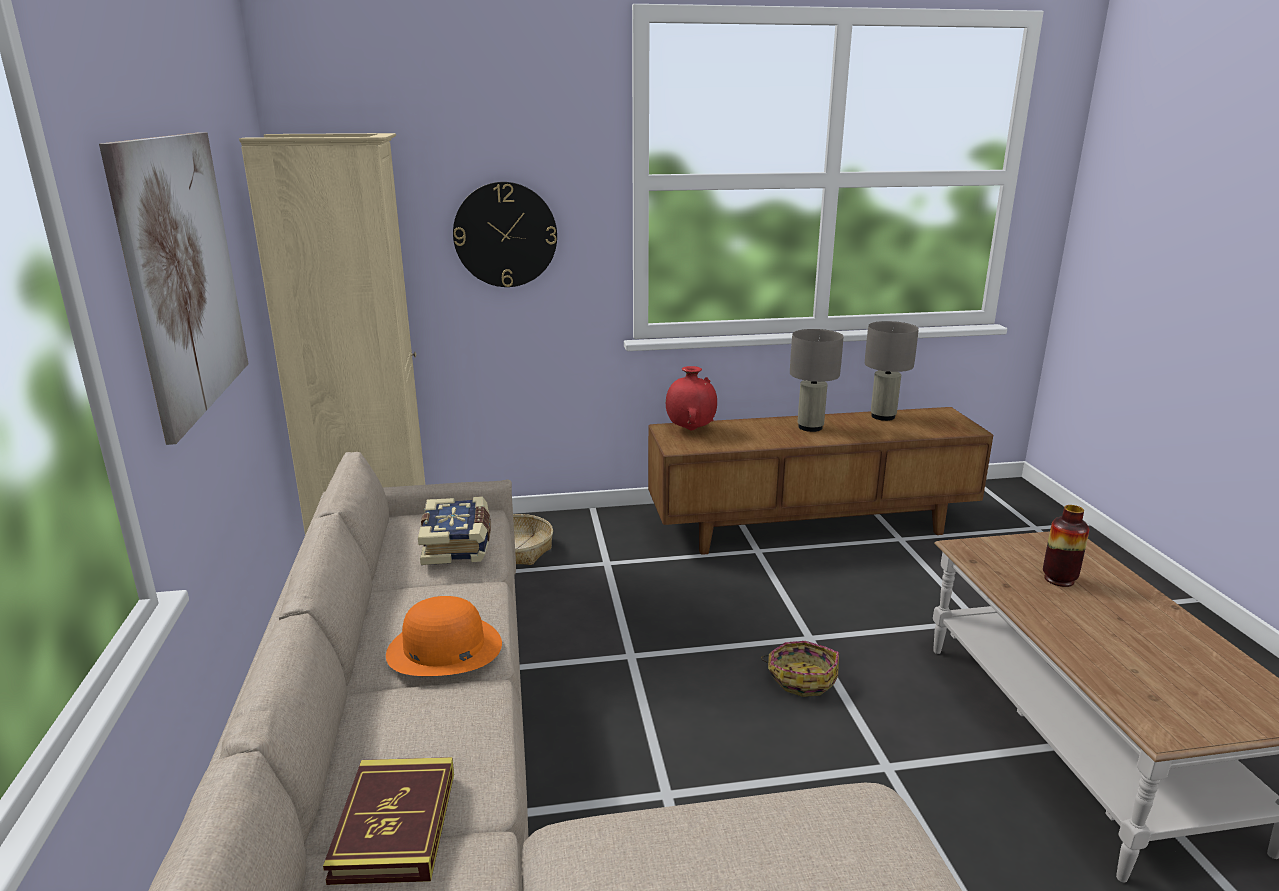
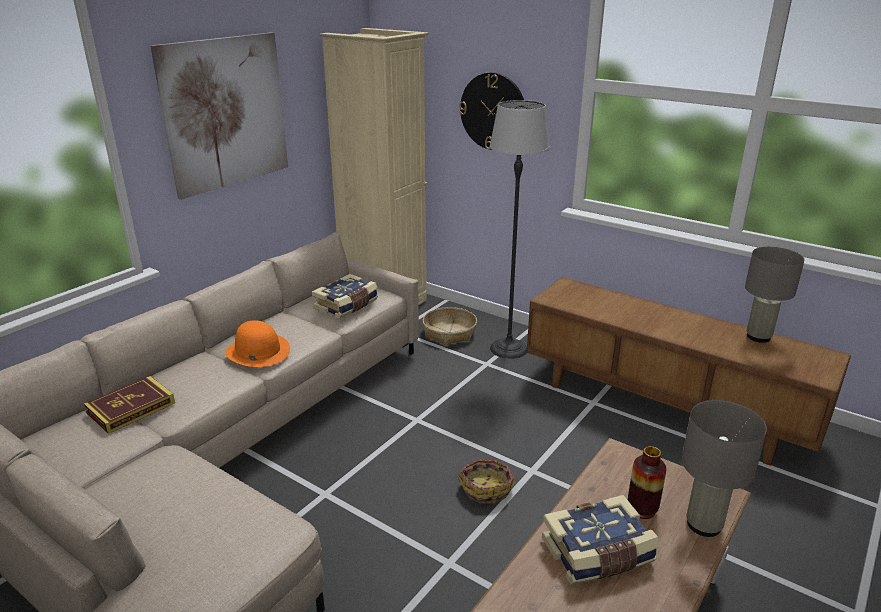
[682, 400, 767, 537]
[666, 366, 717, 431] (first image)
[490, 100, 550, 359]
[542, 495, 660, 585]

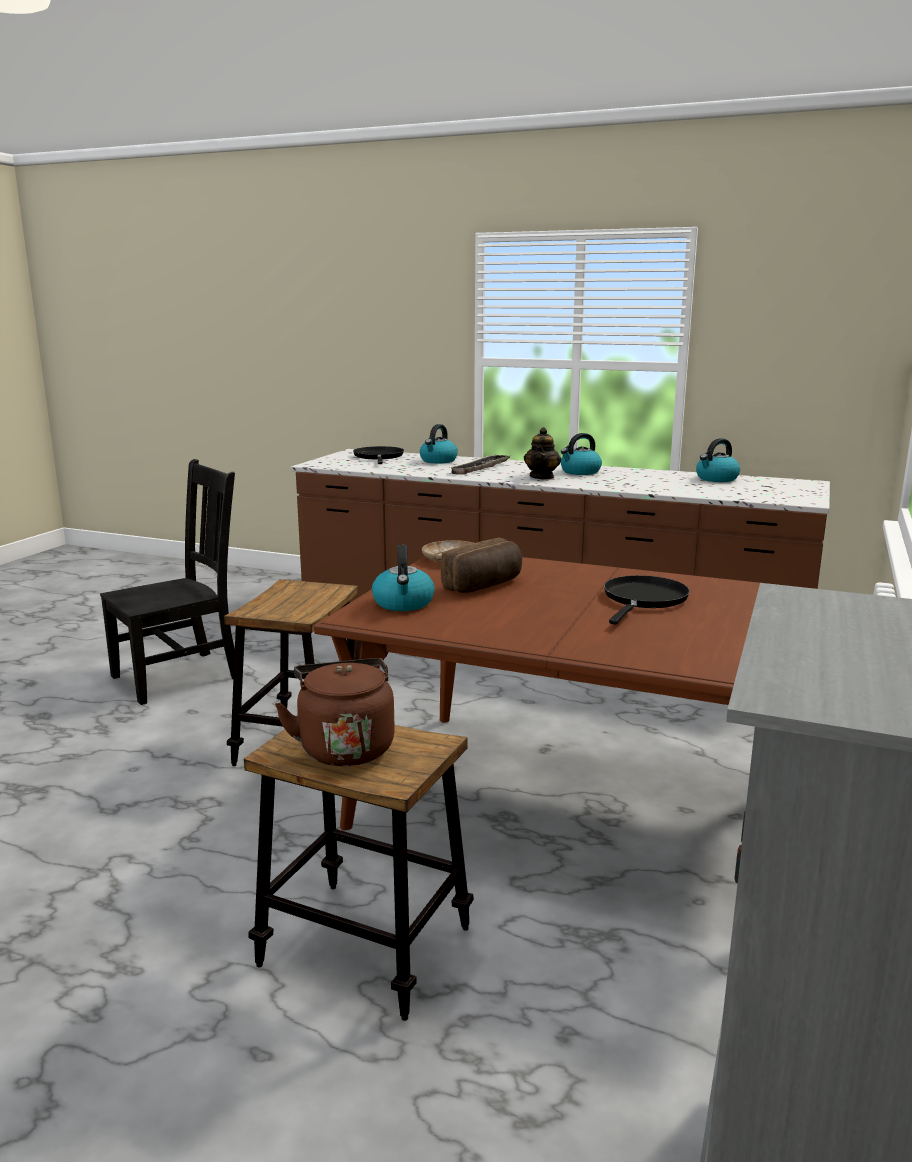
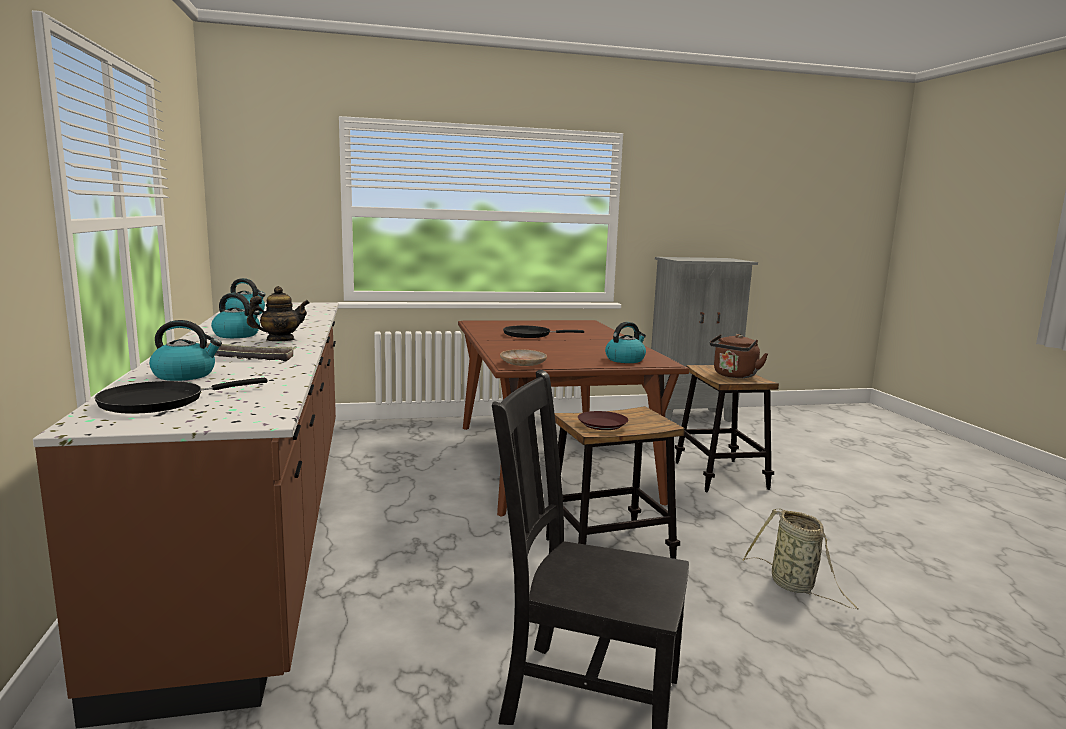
[441, 537, 522, 593] (first image)
[578, 411, 628, 430]
[742, 508, 859, 609]

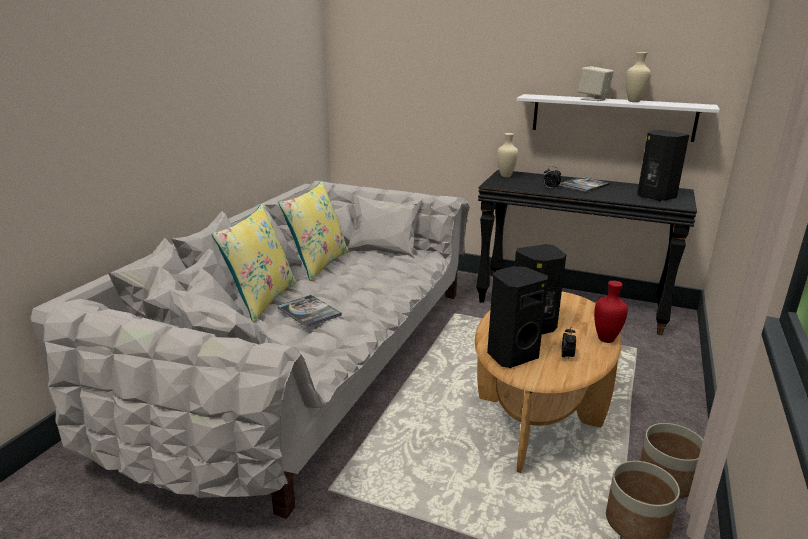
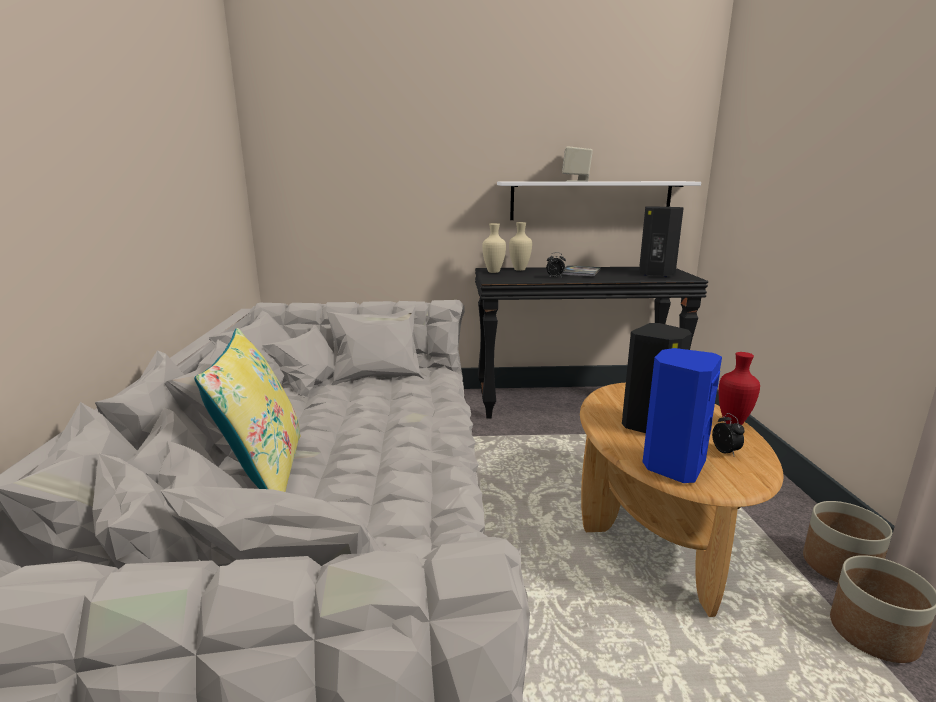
[509, 222, 532, 271]
[279, 181, 349, 281] (first image)
[643, 348, 722, 483]
[278, 295, 342, 328] (first image)

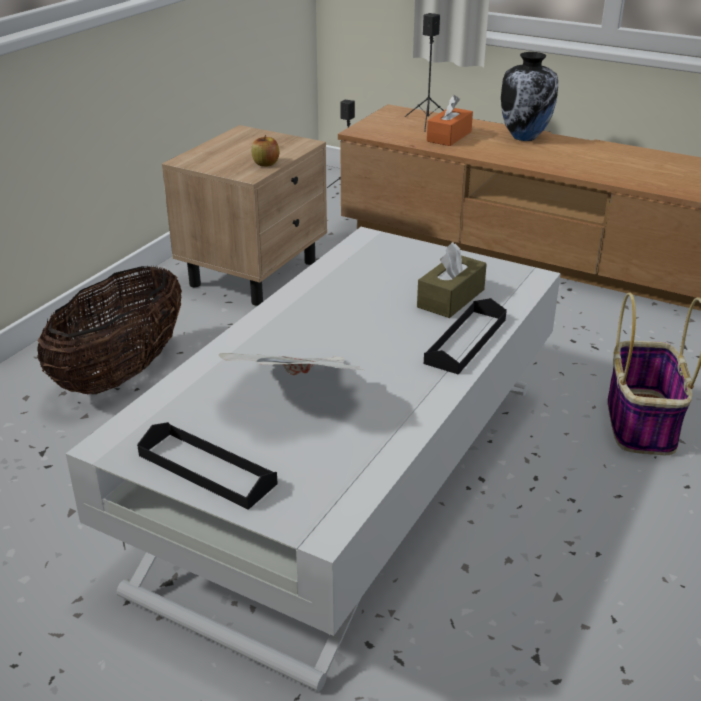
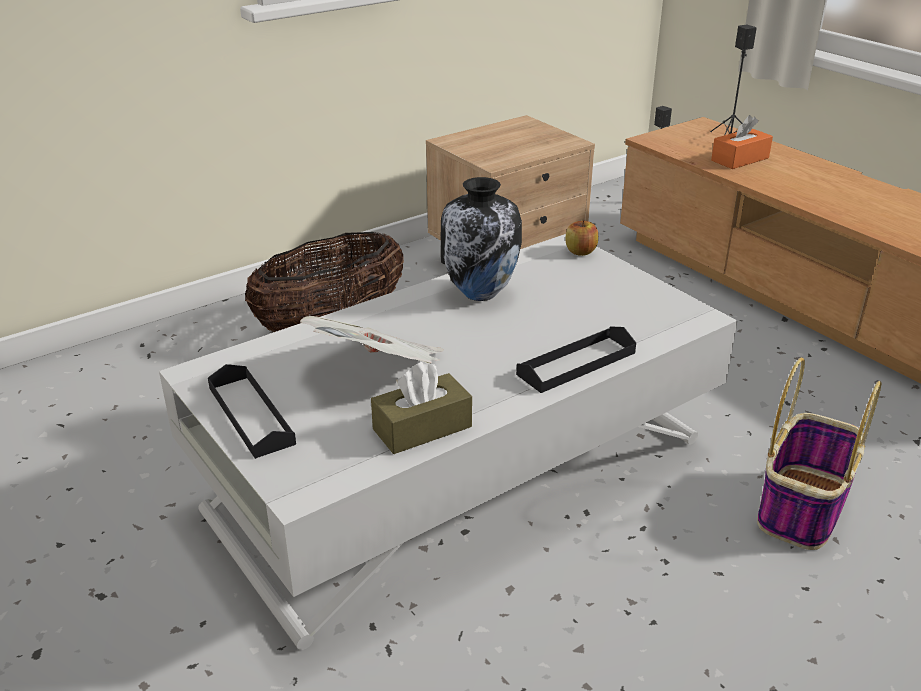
[440, 177, 522, 301]
[565, 220, 598, 256]
[371, 362, 472, 454]

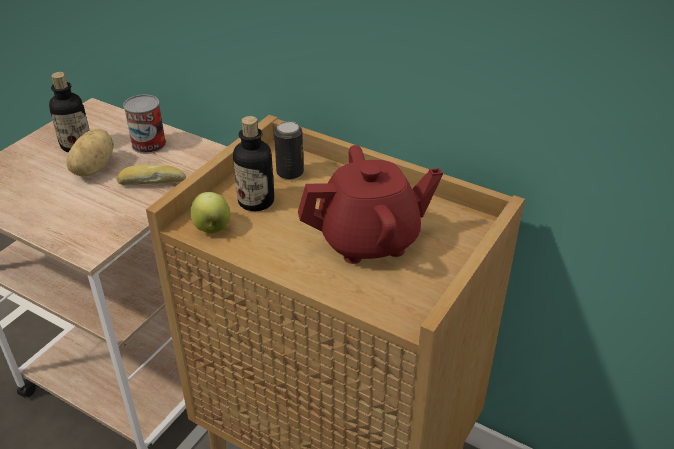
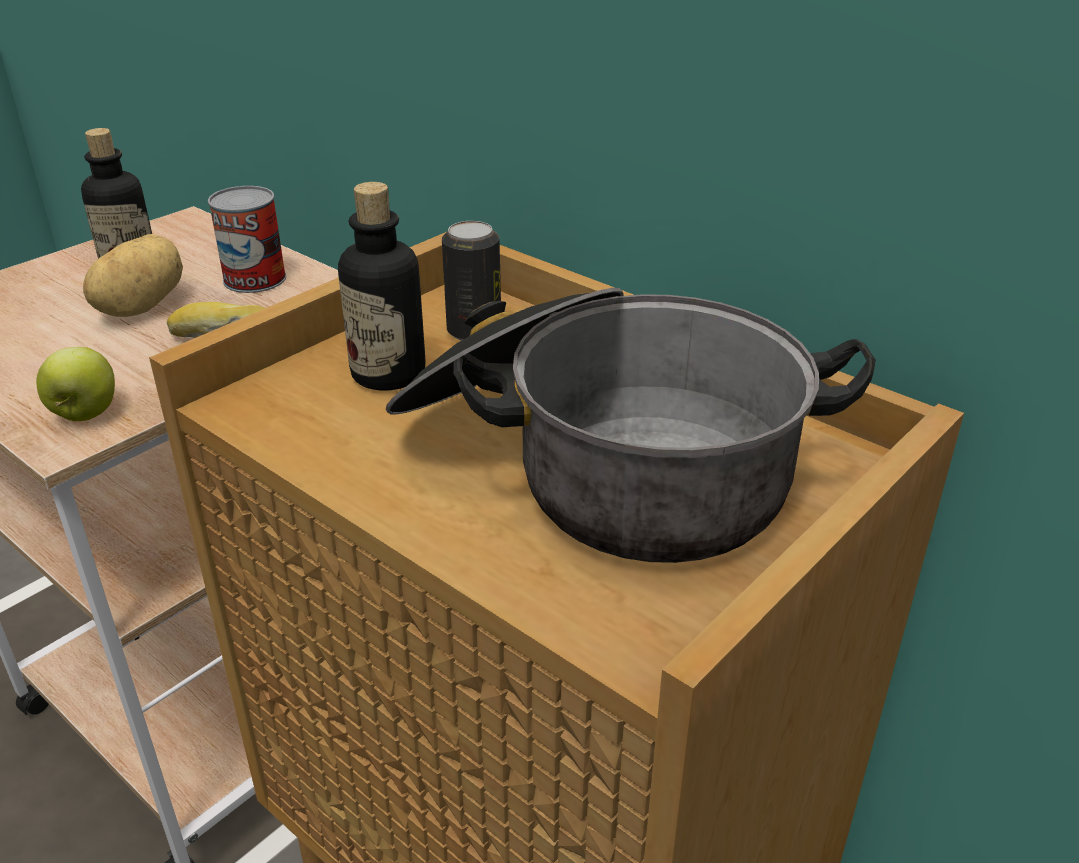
[386, 288, 876, 563]
[36, 347, 115, 421]

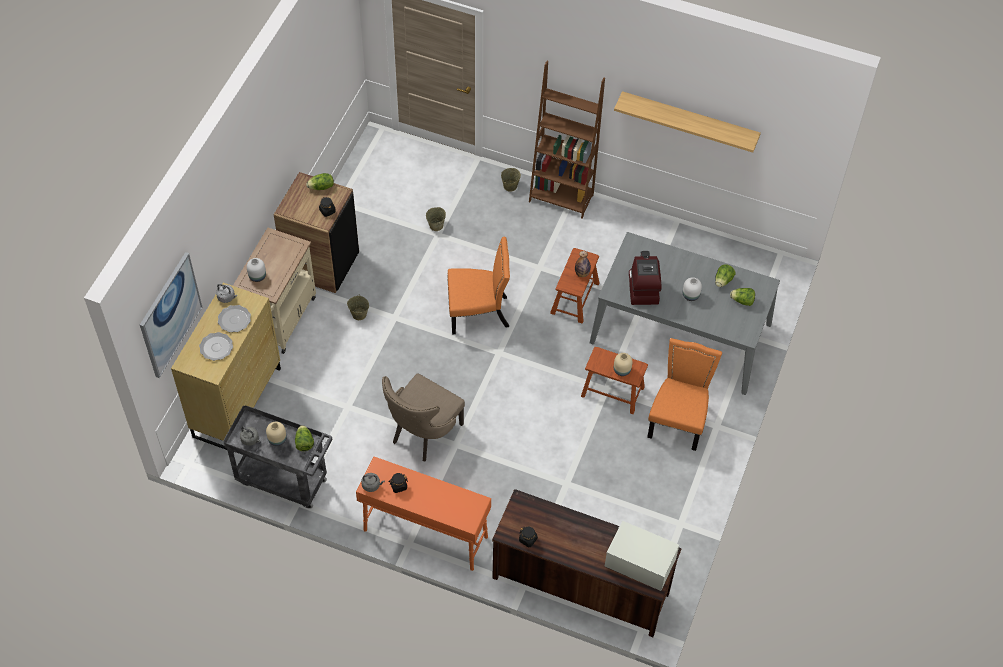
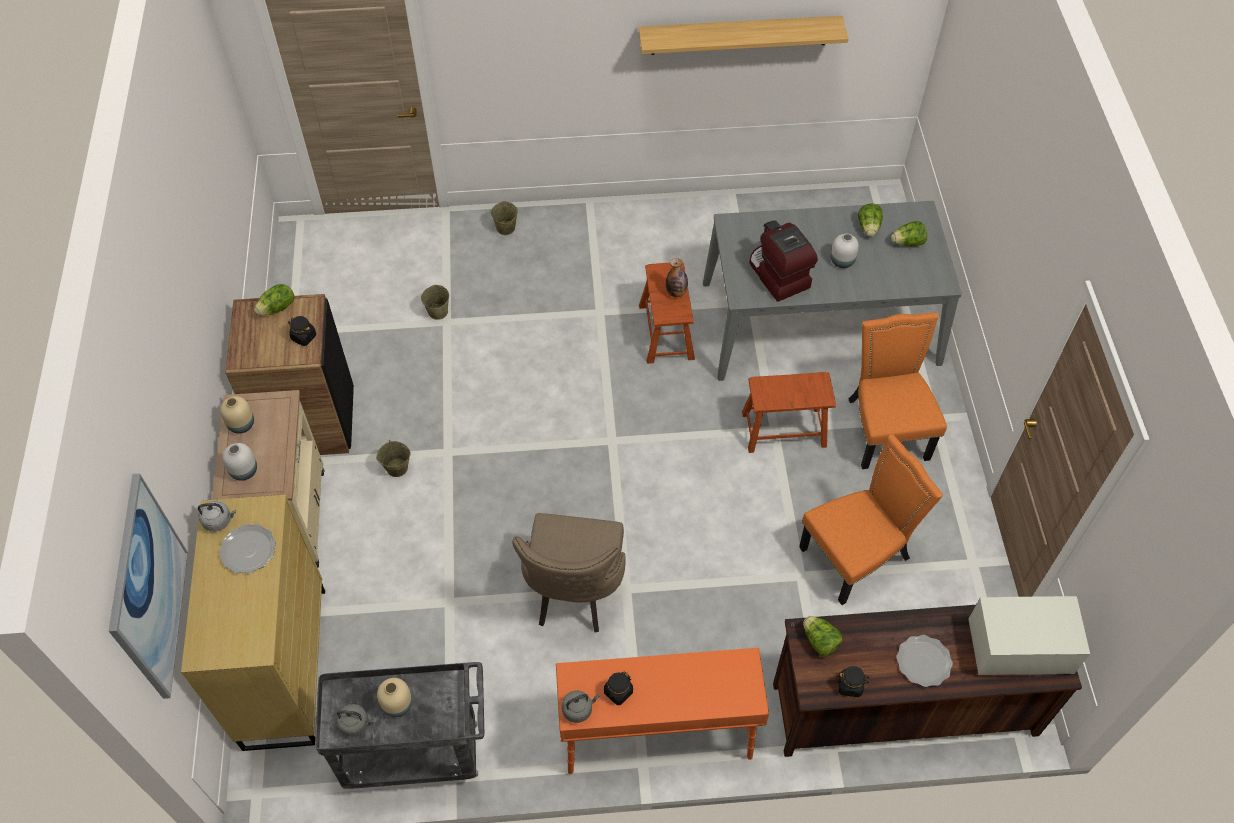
[529, 61, 605, 219] (first image)
[799, 434, 943, 605]
[896, 635, 953, 687]
[220, 396, 254, 433]
[803, 616, 842, 657]

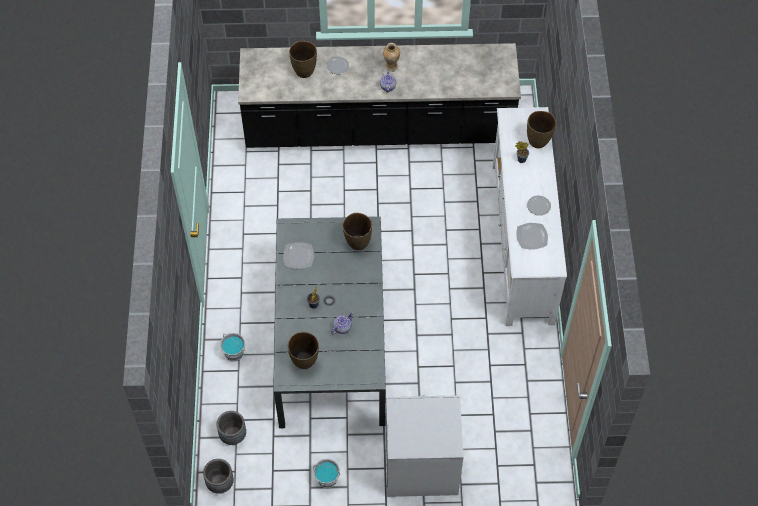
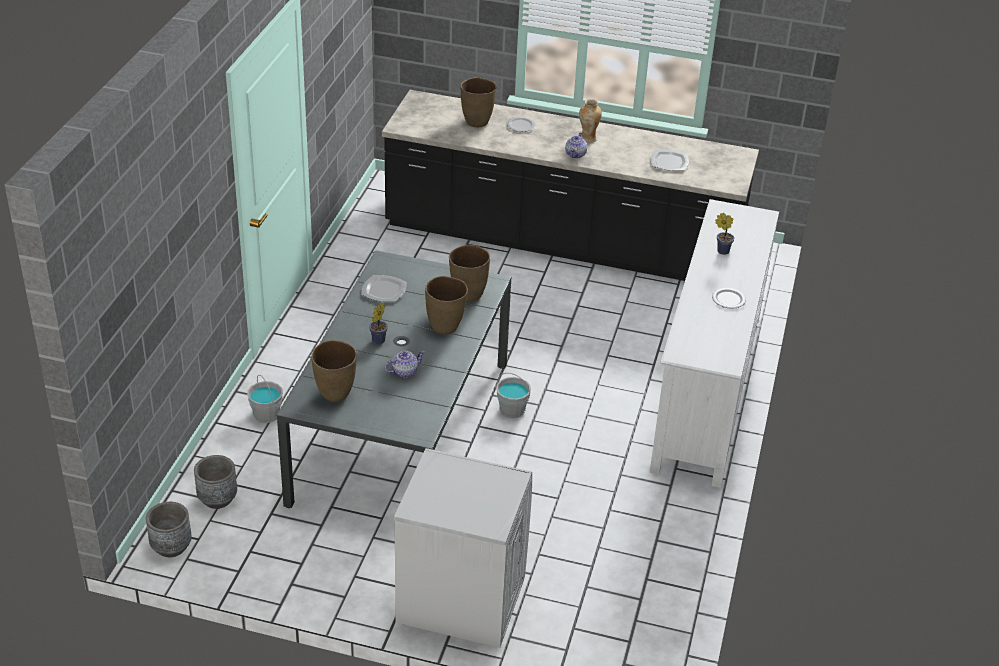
[425, 276, 468, 335]
[650, 150, 689, 171]
[496, 373, 531, 418]

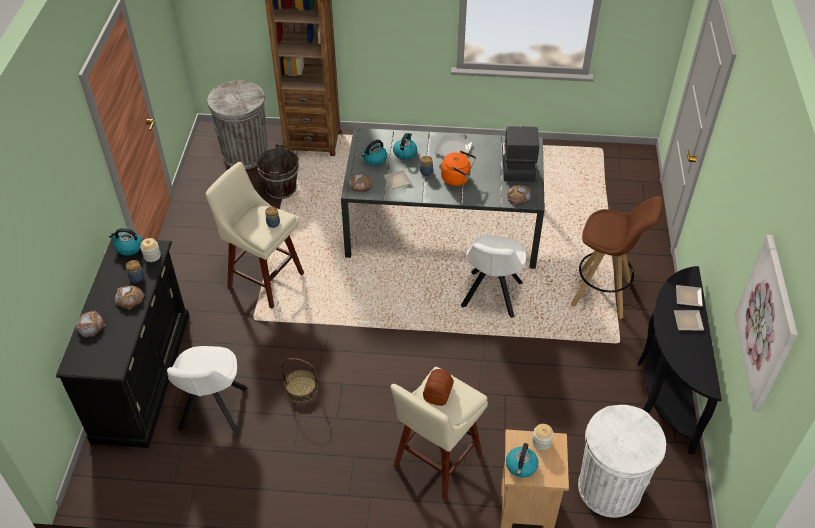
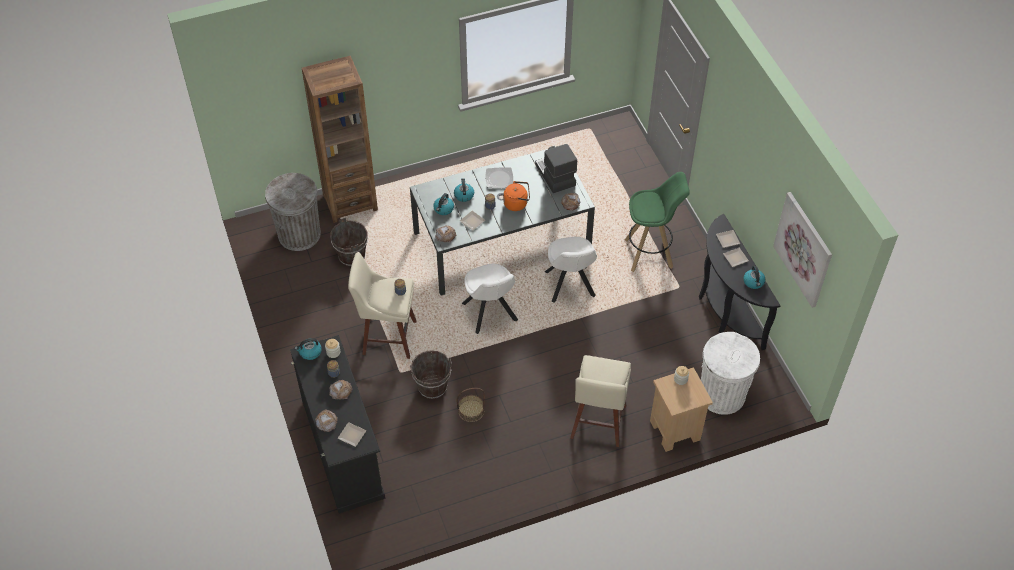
[625, 172, 690, 272]
[462, 264, 518, 334]
[423, 369, 454, 406] (first image)
[743, 266, 766, 289]
[410, 351, 452, 399]
[338, 422, 366, 447]

